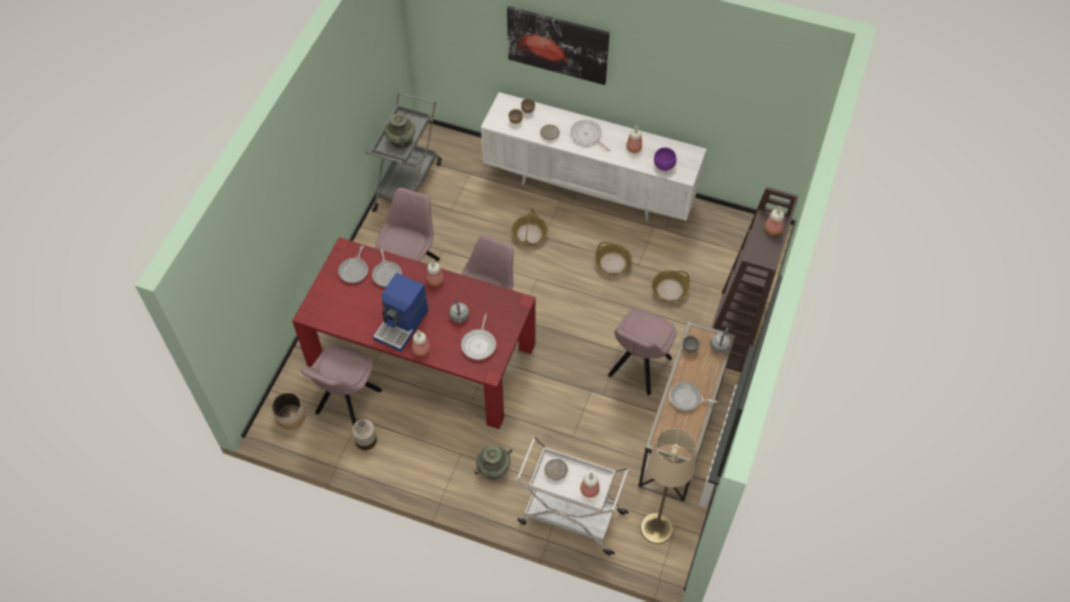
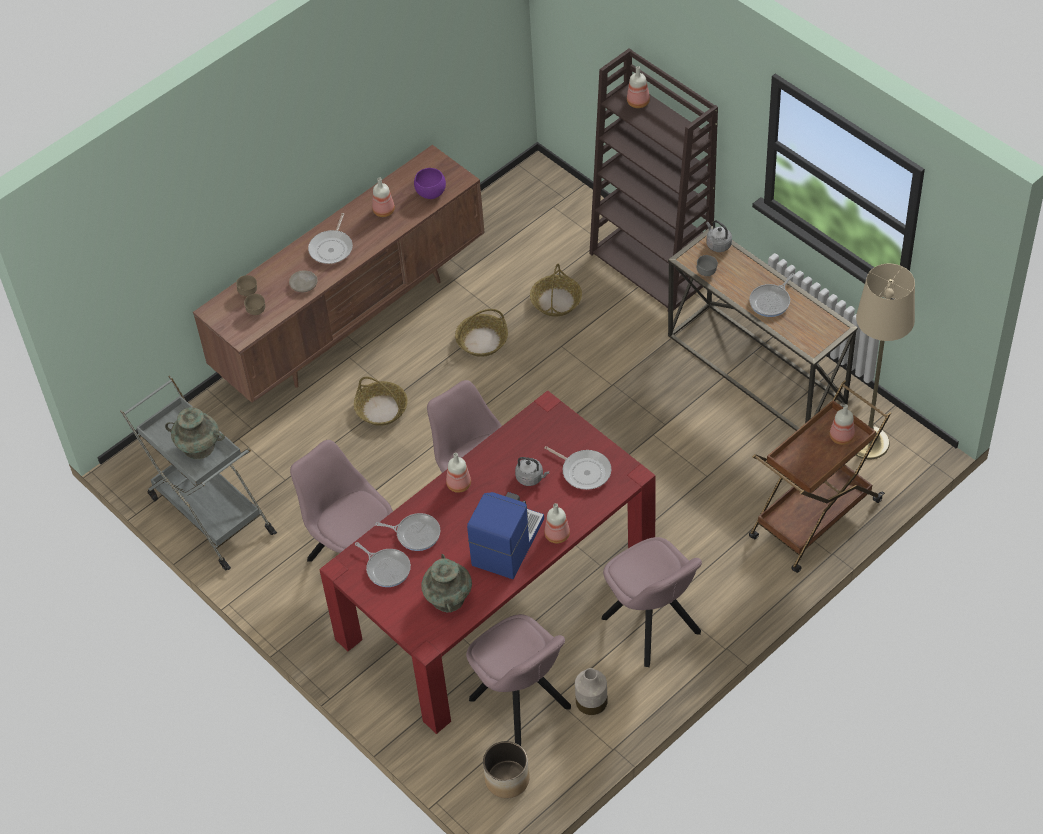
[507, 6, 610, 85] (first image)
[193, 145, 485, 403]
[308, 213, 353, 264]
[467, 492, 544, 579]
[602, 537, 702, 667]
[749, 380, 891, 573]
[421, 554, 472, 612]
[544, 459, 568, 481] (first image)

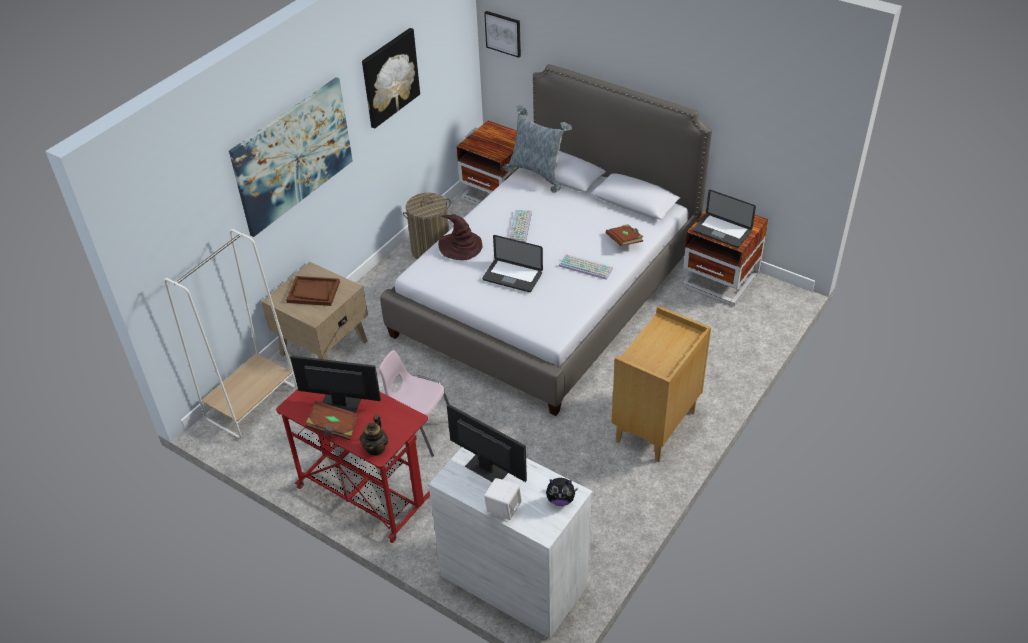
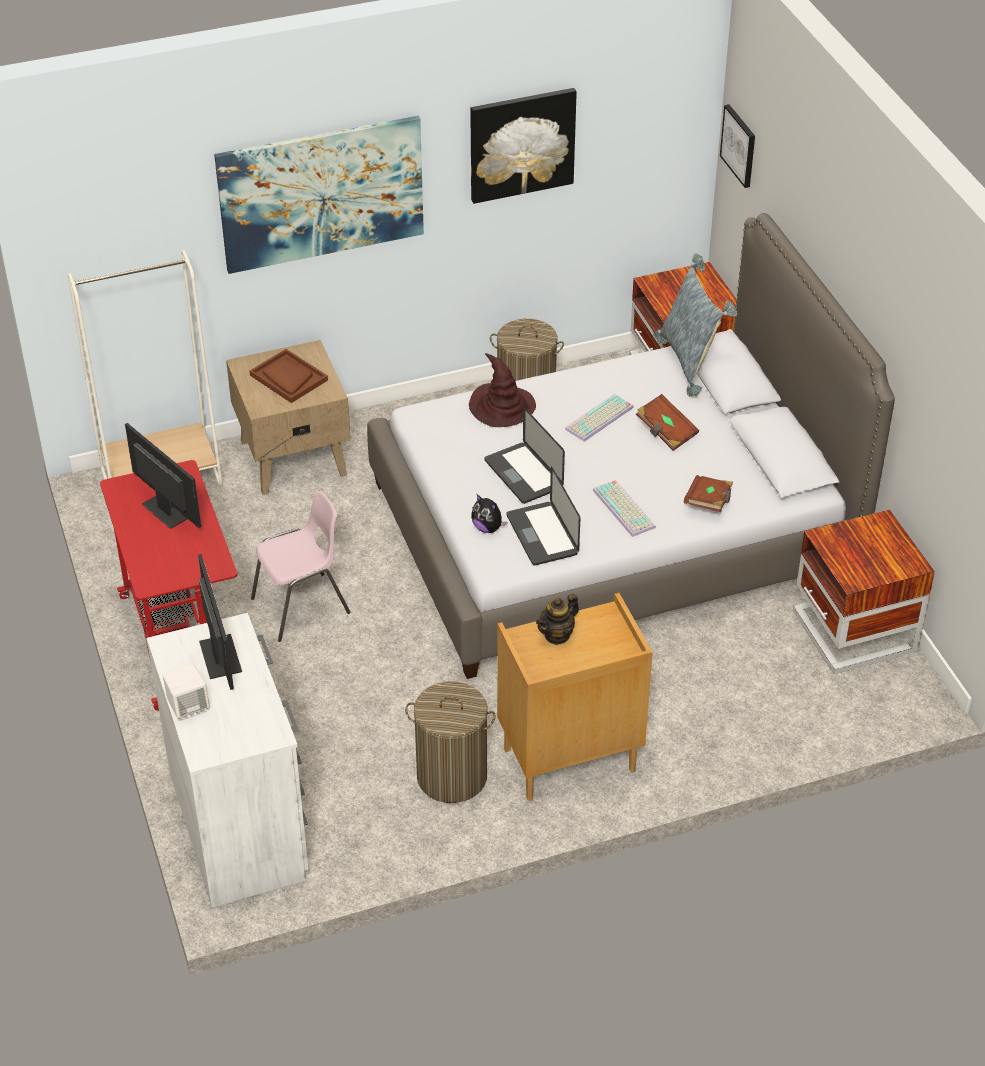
[506, 467, 580, 566]
[251, 491, 351, 642]
[636, 394, 699, 451]
[536, 594, 579, 645]
[471, 494, 507, 533]
[405, 681, 496, 803]

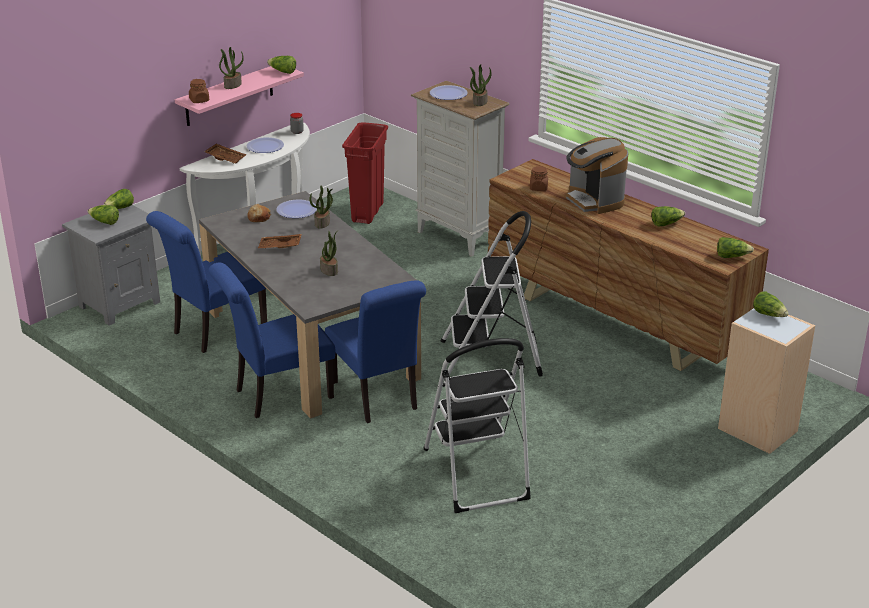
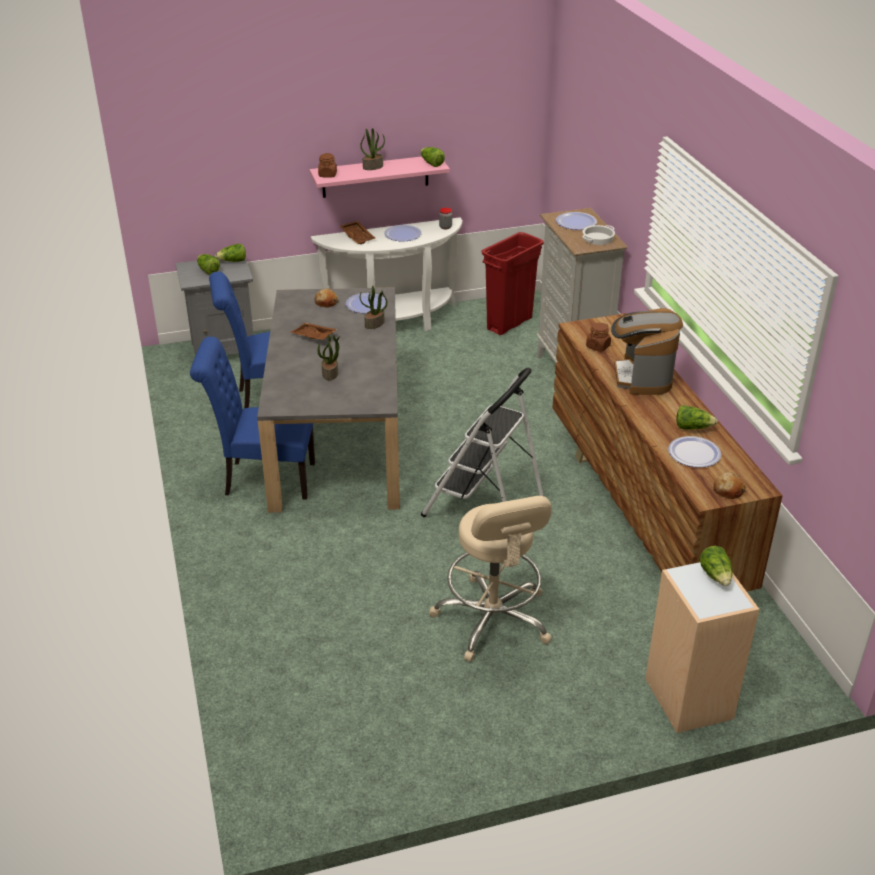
[582, 225, 615, 245]
[713, 472, 746, 499]
[325, 281, 426, 423] (first image)
[424, 338, 531, 513] (first image)
[668, 436, 721, 468]
[429, 496, 552, 662]

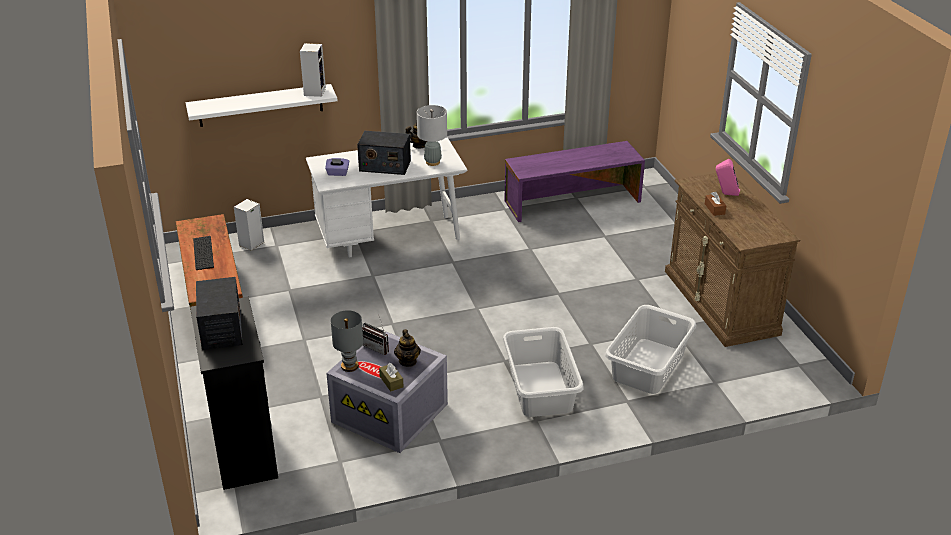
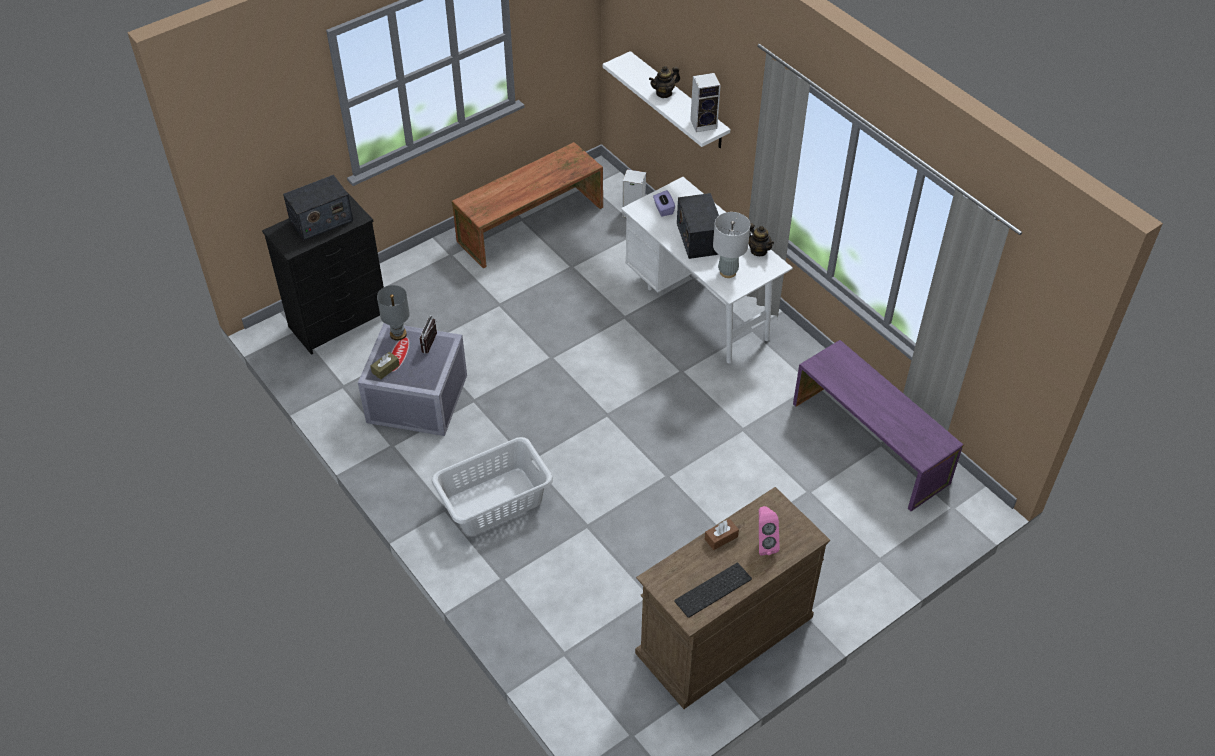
[674, 563, 752, 618]
[605, 305, 696, 394] (first image)
[649, 66, 680, 98]

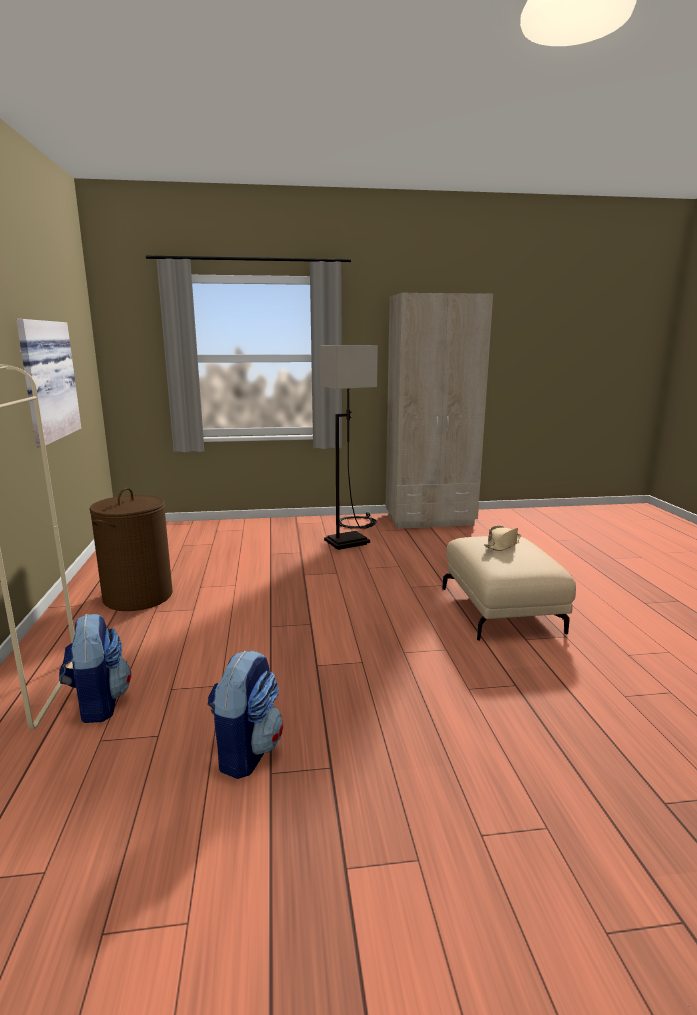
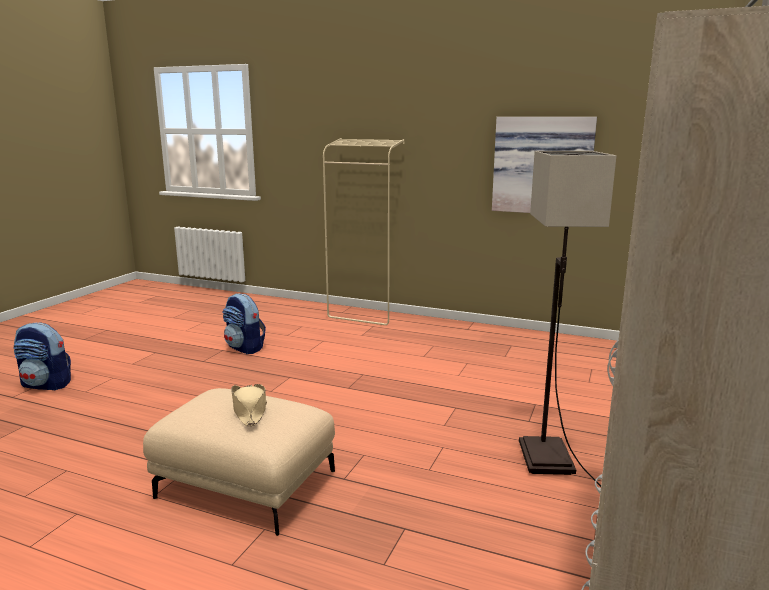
[89, 488, 173, 611] (first image)
[13, 322, 71, 391]

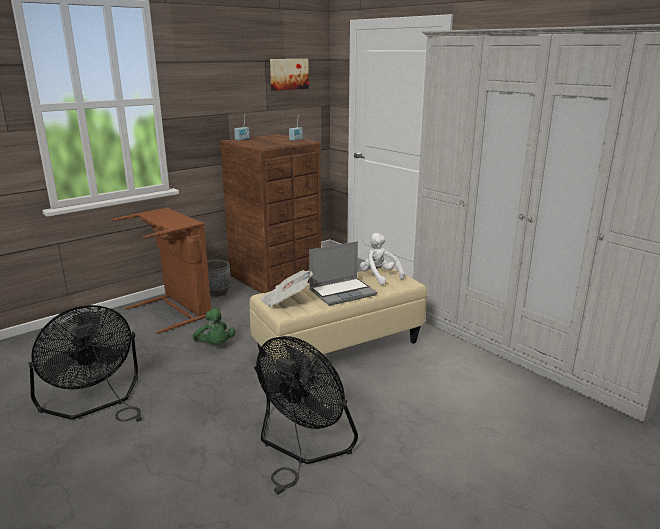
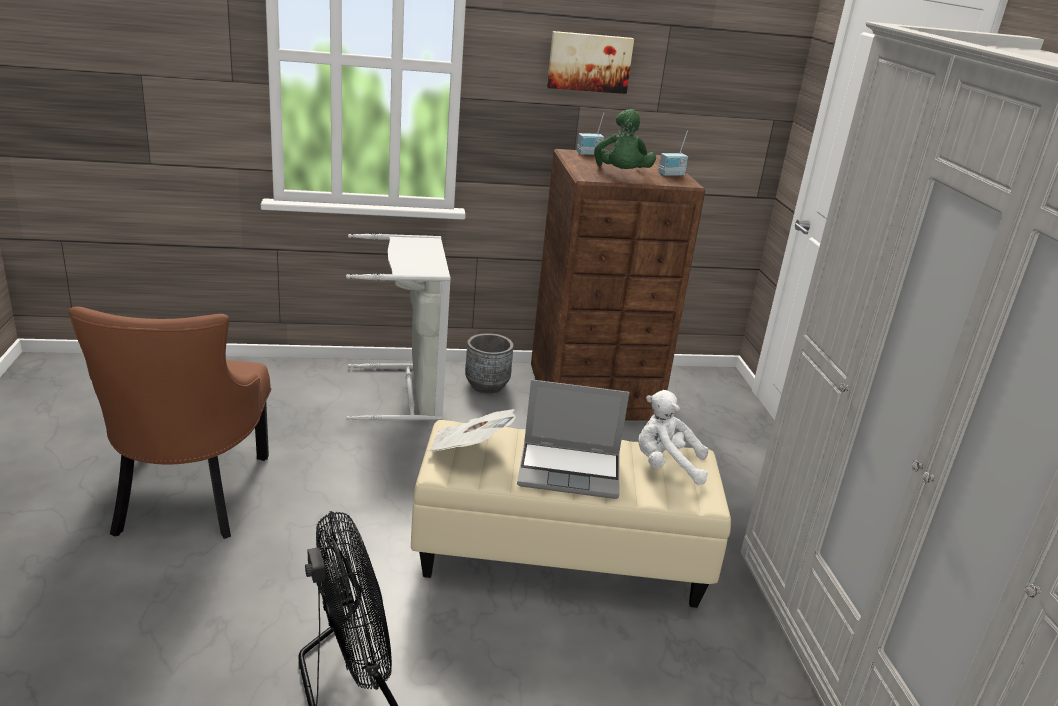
[547, 31, 634, 94]
[346, 233, 451, 421]
[638, 390, 708, 485]
[68, 307, 271, 539]
[594, 109, 656, 169]

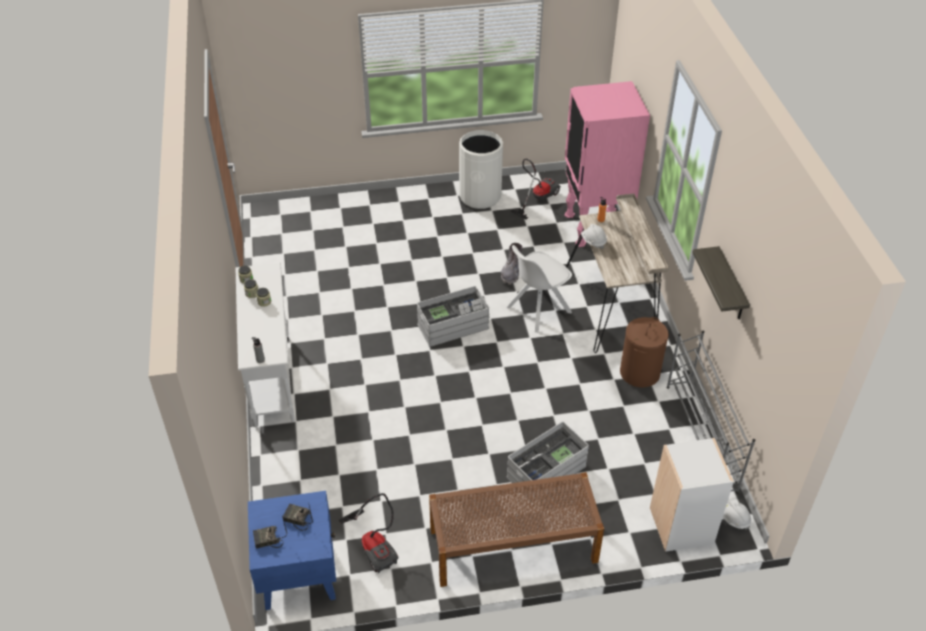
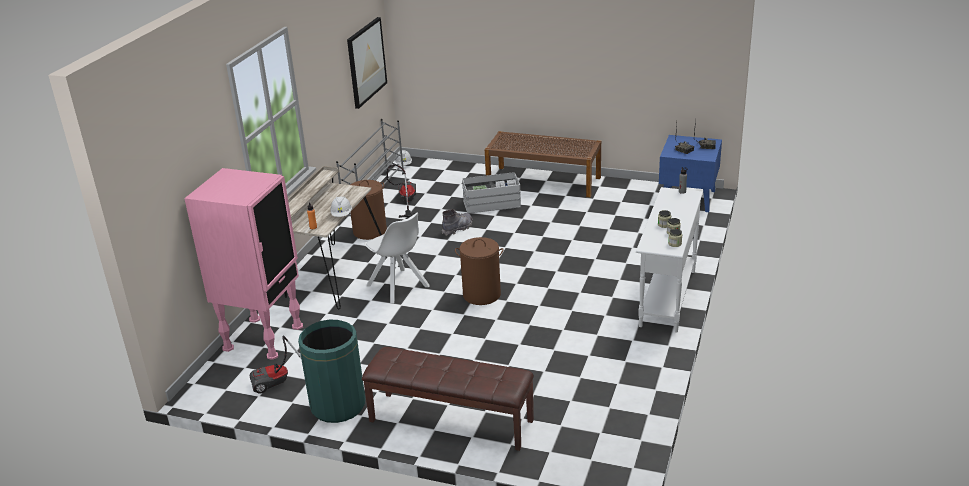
[298, 320, 365, 423]
[442, 209, 473, 236]
[364, 213, 430, 304]
[692, 246, 750, 319] (first image)
[455, 237, 504, 305]
[650, 438, 734, 552] (first image)
[386, 164, 416, 218]
[347, 17, 387, 109]
[362, 347, 534, 451]

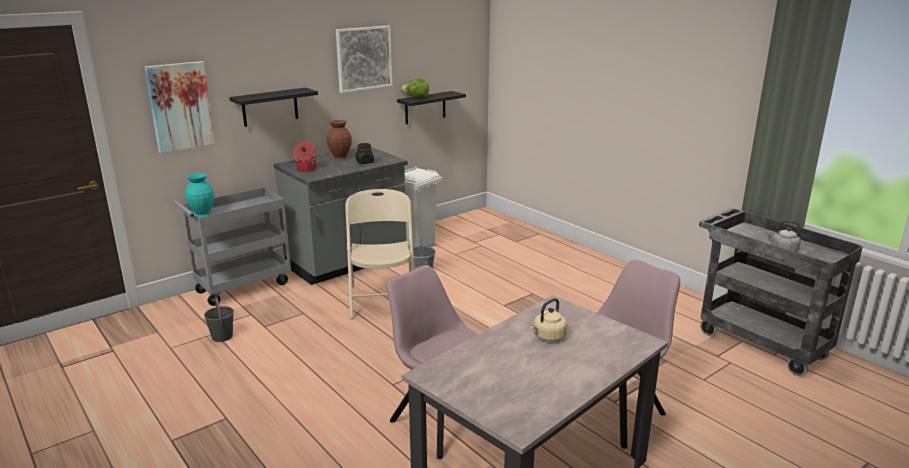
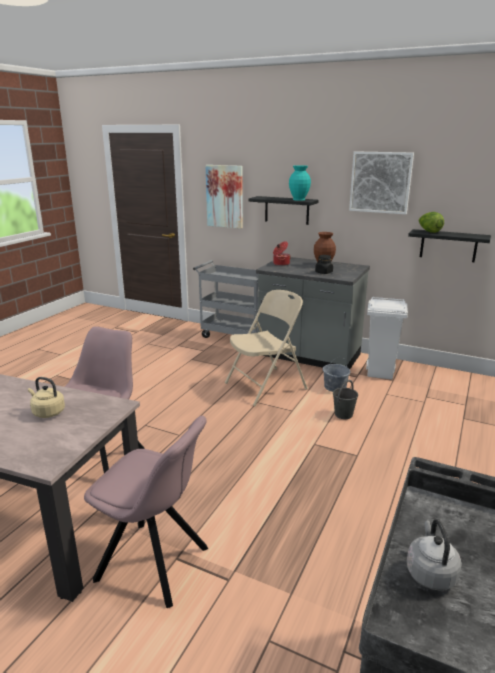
[289, 165, 311, 201]
[333, 380, 358, 419]

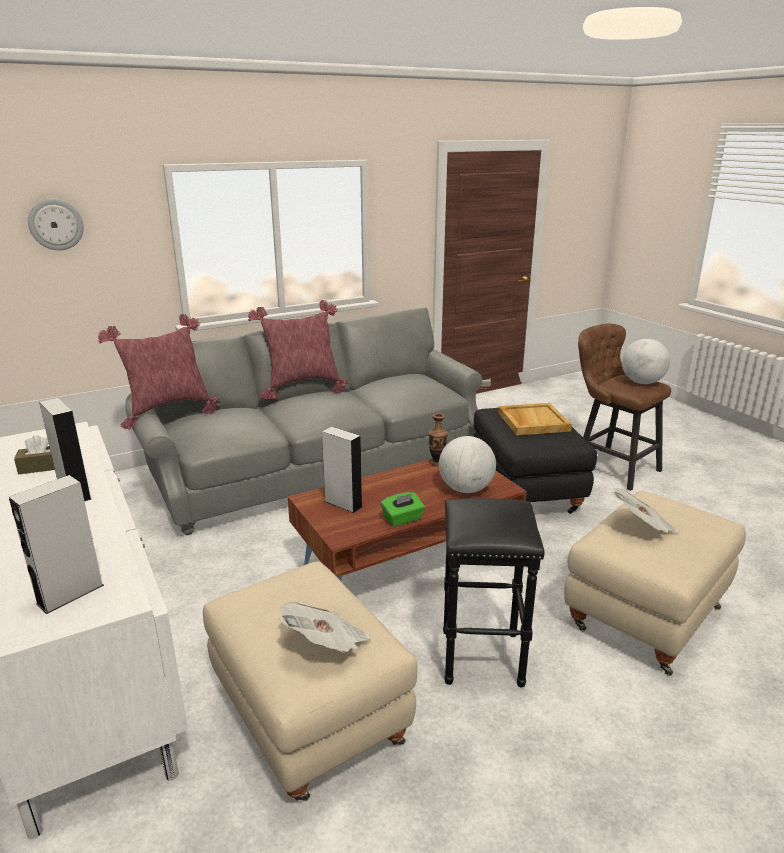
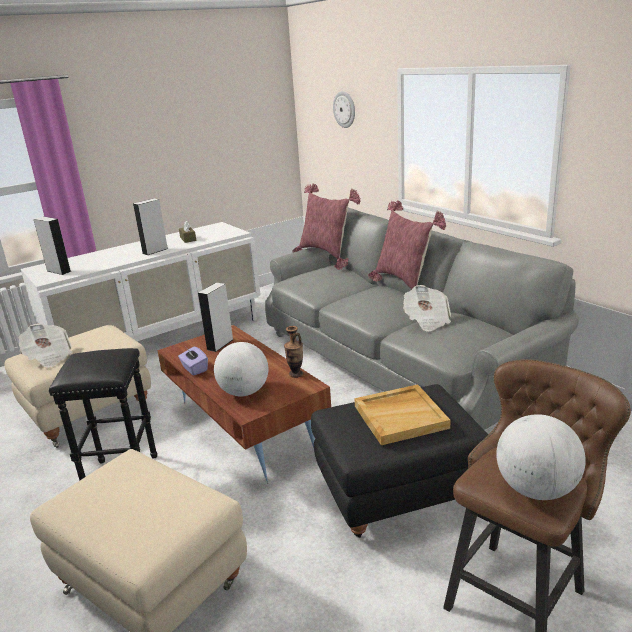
[403, 285, 451, 332]
[178, 347, 208, 376]

